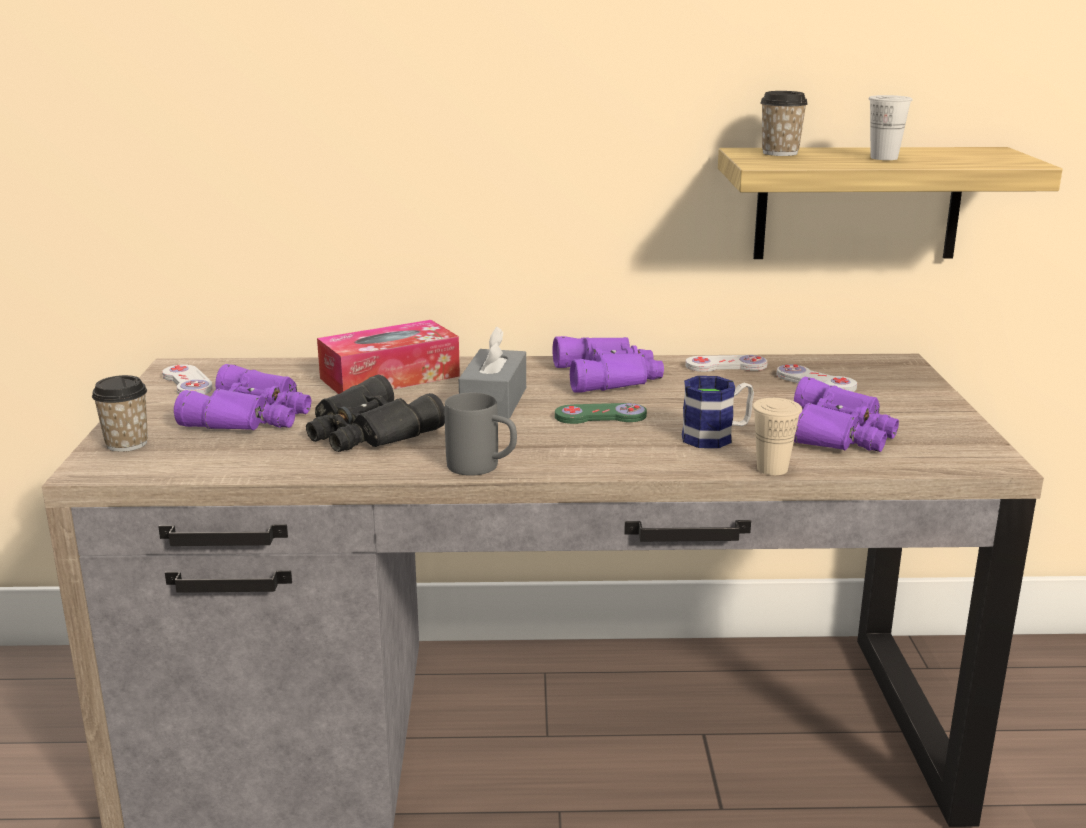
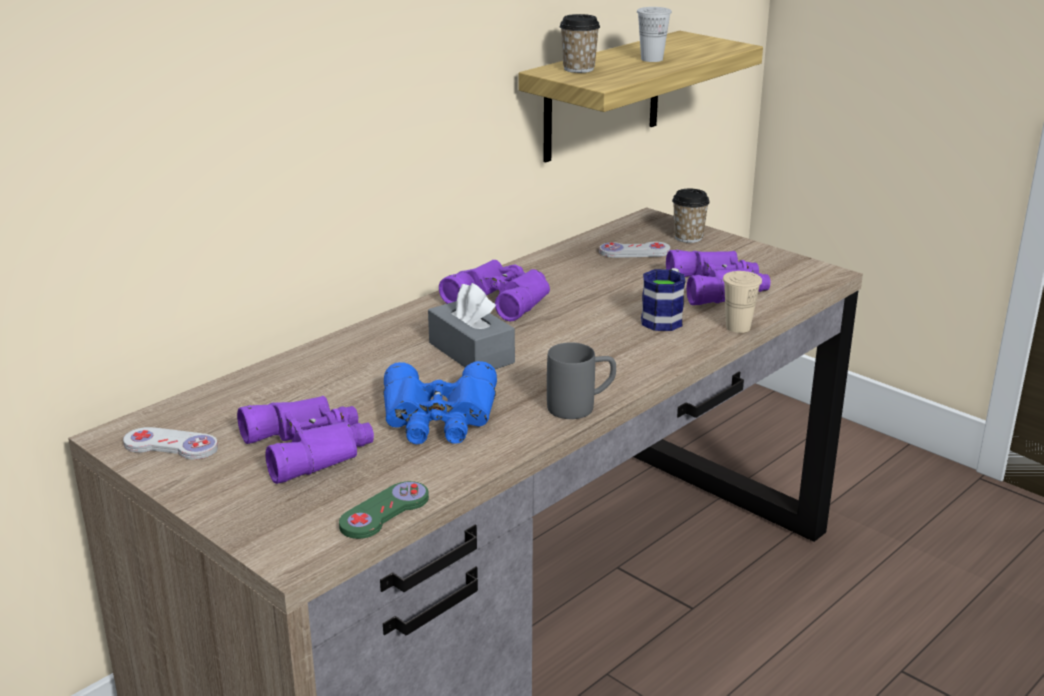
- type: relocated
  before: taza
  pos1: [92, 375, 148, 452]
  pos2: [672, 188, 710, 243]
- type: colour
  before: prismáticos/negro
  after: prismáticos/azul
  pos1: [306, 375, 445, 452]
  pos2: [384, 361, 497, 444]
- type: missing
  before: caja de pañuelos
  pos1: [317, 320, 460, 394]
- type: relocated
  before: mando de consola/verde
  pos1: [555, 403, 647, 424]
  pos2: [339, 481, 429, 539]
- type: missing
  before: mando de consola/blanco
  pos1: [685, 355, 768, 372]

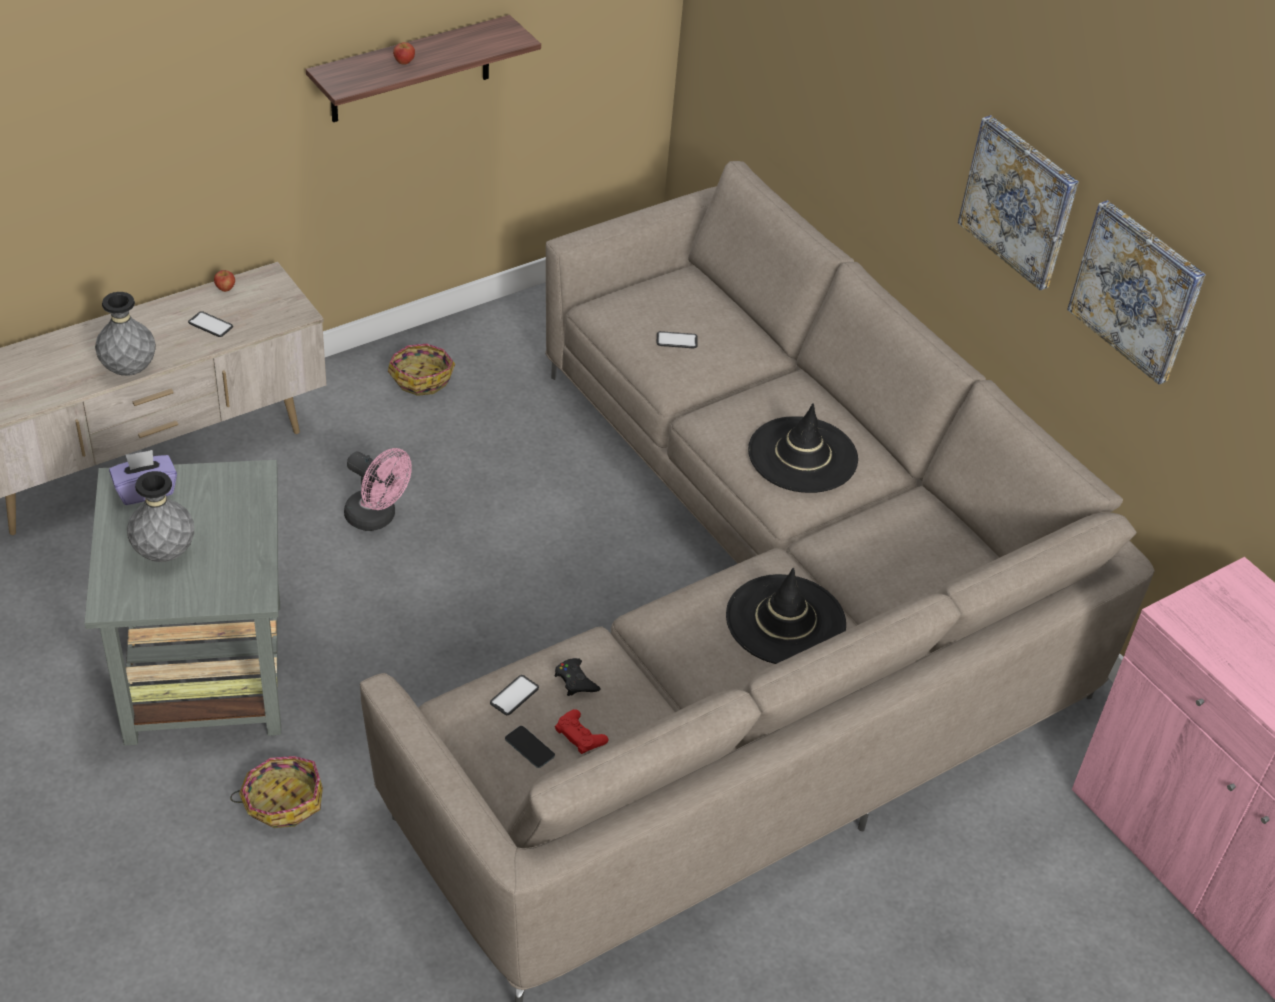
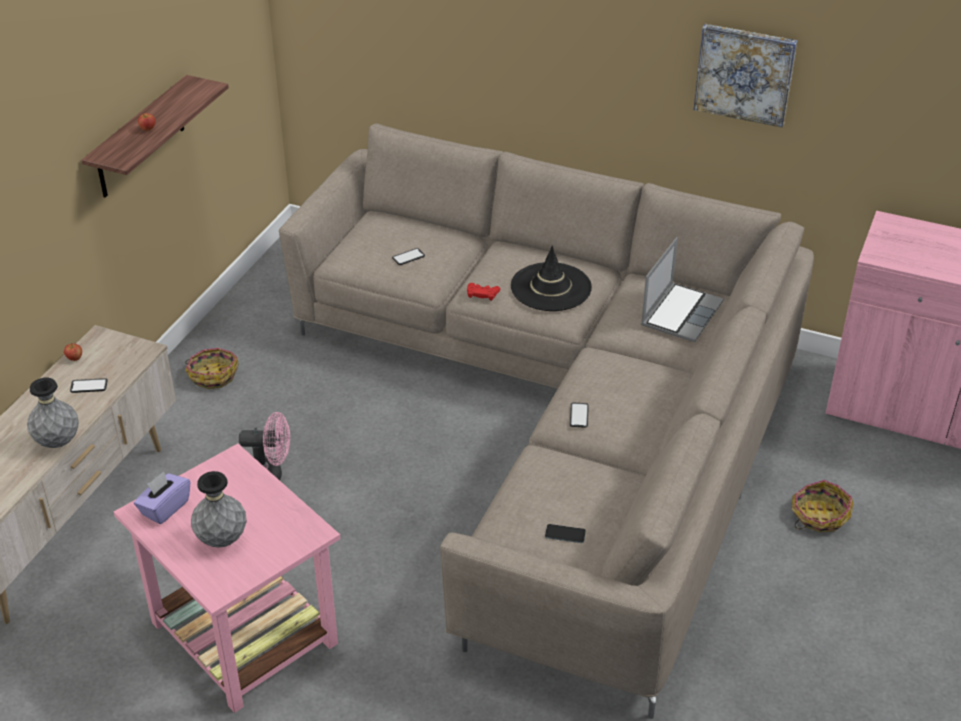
- type: colour
  before: mesa auxiliar/gris
  after: mesa auxiliar/rosa
  pos1: [85, 460, 281, 746]
  pos2: [114, 444, 341, 713]
- type: relocated
  before: cesta
  pos1: [230, 756, 323, 828]
  pos2: [791, 480, 853, 532]
- type: relocated
  before: móvil
  pos1: [490, 675, 539, 715]
  pos2: [570, 403, 589, 428]
- type: missing
  before: mando de consola/negro
  pos1: [555, 658, 601, 696]
- type: relocated
  before: mando de consola/rojo
  pos1: [555, 709, 608, 754]
  pos2: [467, 283, 500, 301]
- type: missing
  before: sombrero/negro
  pos1: [726, 568, 846, 664]
- type: missing
  before: cuadro
  pos1: [958, 115, 1079, 290]
- type: appeared
  after: portátil
  pos2: [641, 237, 724, 342]

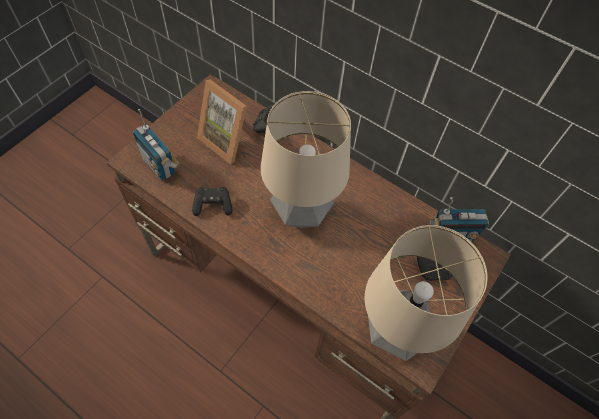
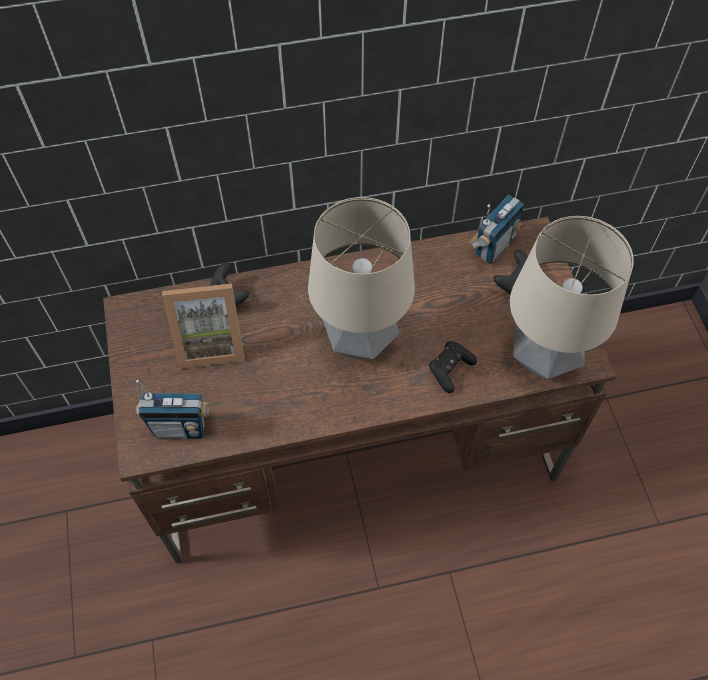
- type: relocated
  before: mando de consola/negro
  pos1: [192, 187, 232, 216]
  pos2: [429, 341, 477, 393]

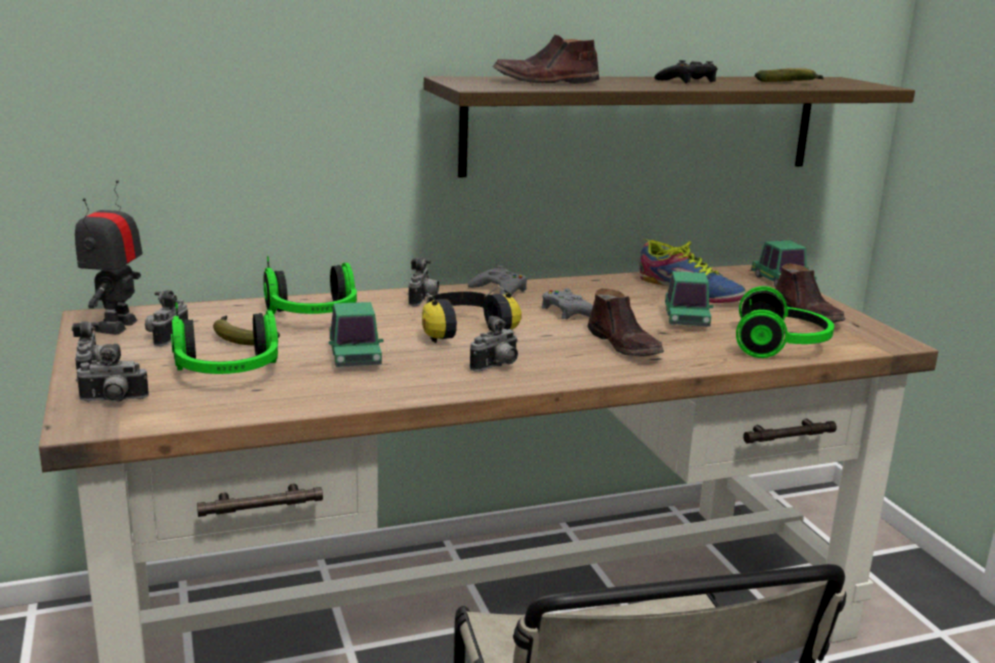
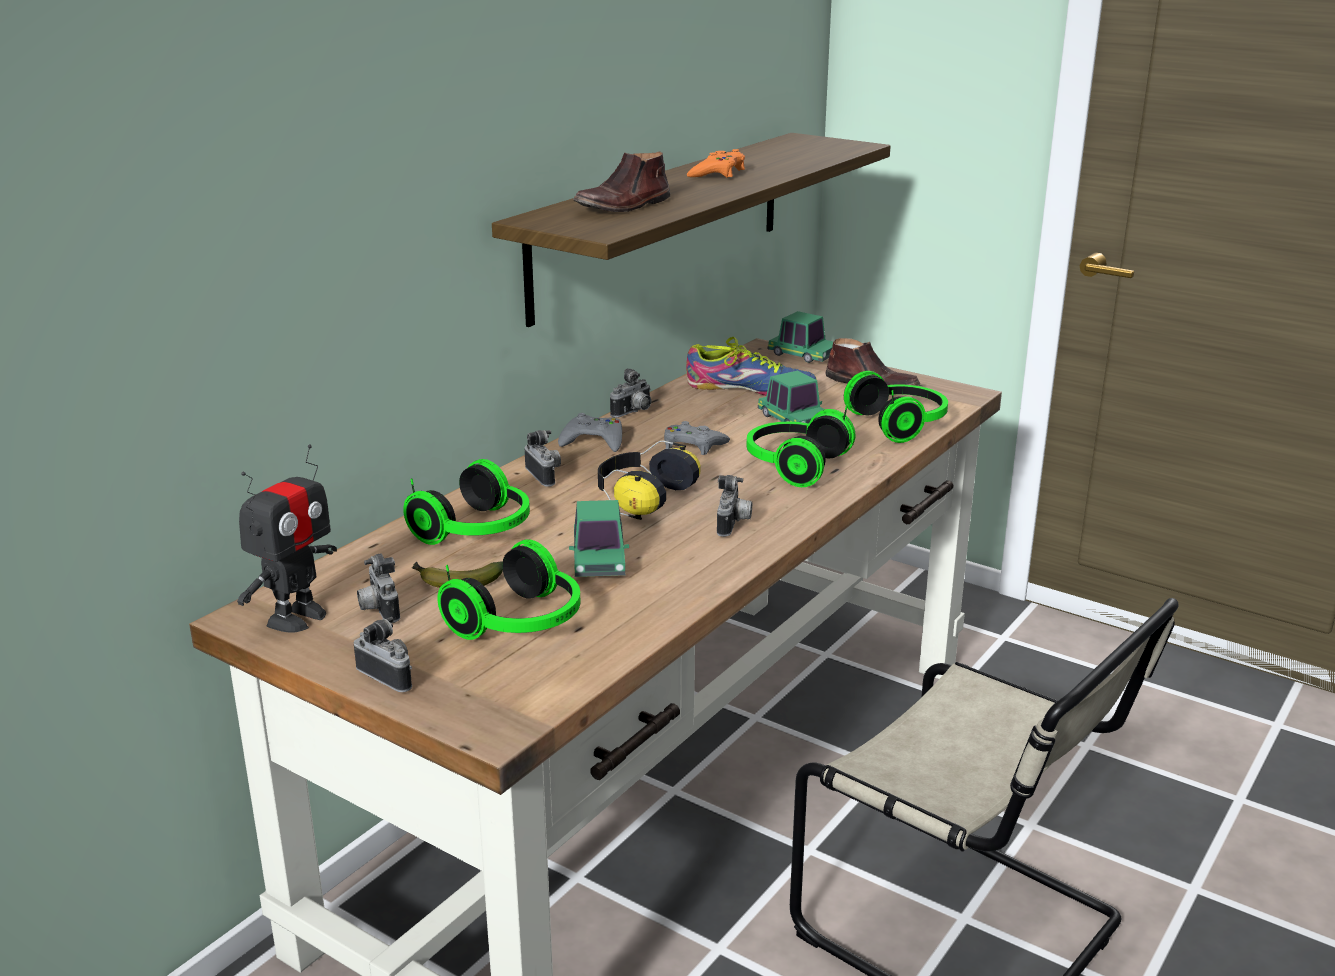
- type: spun
  before: robot de juguete
  pos1: [75, 180, 143, 334]
  pos2: [237, 445, 337, 633]
  turn: -120
- type: relocated
  before: cámara
  pos1: [76, 344, 149, 401]
  pos2: [610, 368, 651, 418]
- type: spun
  before: coche de juguete
  pos1: [329, 302, 383, 367]
  pos2: [569, 500, 629, 577]
  turn: 45
- type: exchanged
  before: zapato/marrón
  after: auriculares
  pos1: [587, 288, 664, 357]
  pos2: [747, 404, 855, 487]
- type: colour
  before: mando de consola/negro
  after: mando de consola/naranja
  pos1: [654, 60, 718, 83]
  pos2: [687, 149, 745, 178]
- type: missing
  before: plátano
  pos1: [755, 68, 824, 82]

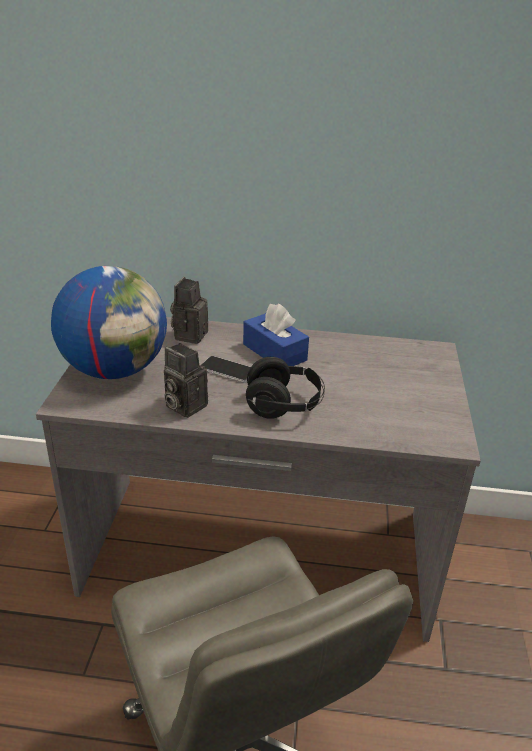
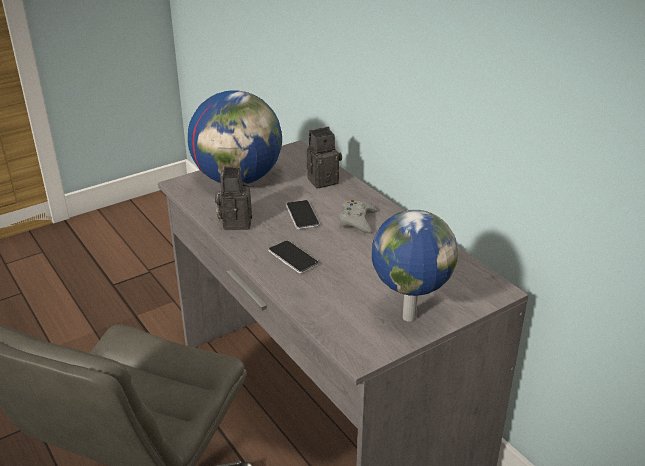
- type: exchanged
  before: caja de pañuelos/azul
  after: mando de consola/gris
  pos1: [243, 304, 309, 366]
  pos2: [339, 200, 377, 234]
- type: exchanged
  before: auriculares/negro
  after: móvil
  pos1: [246, 357, 325, 419]
  pos2: [268, 240, 319, 274]
- type: appeared
  after: globo terráqueo
  pos2: [372, 210, 458, 321]

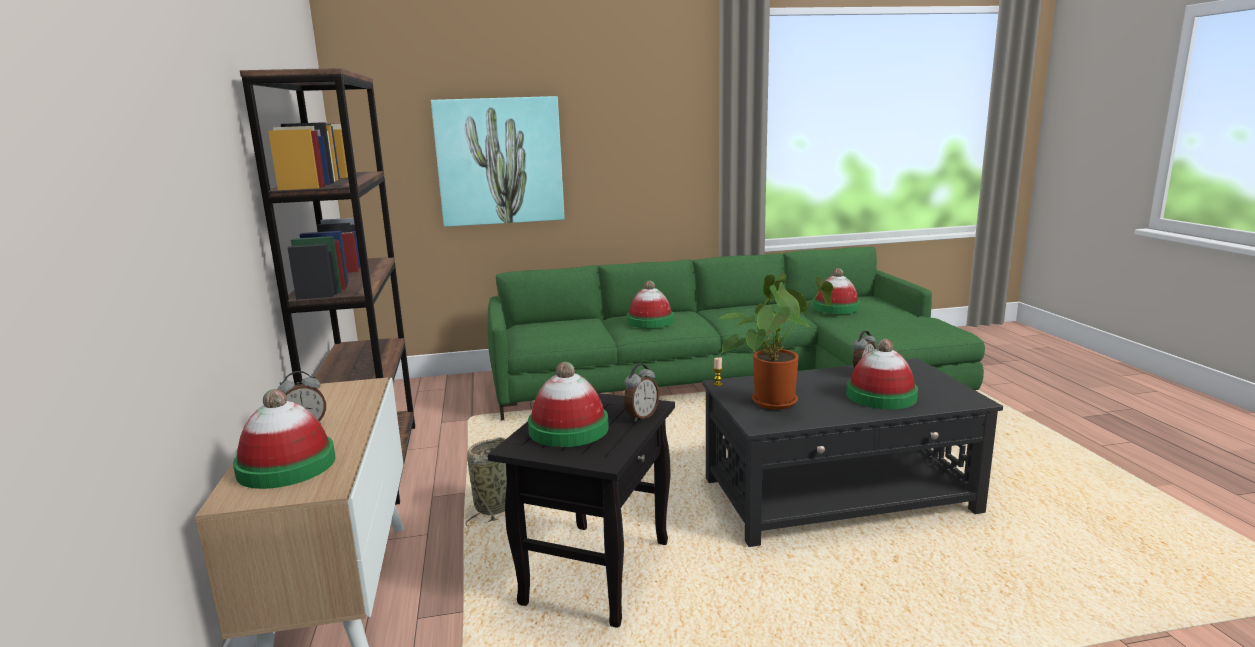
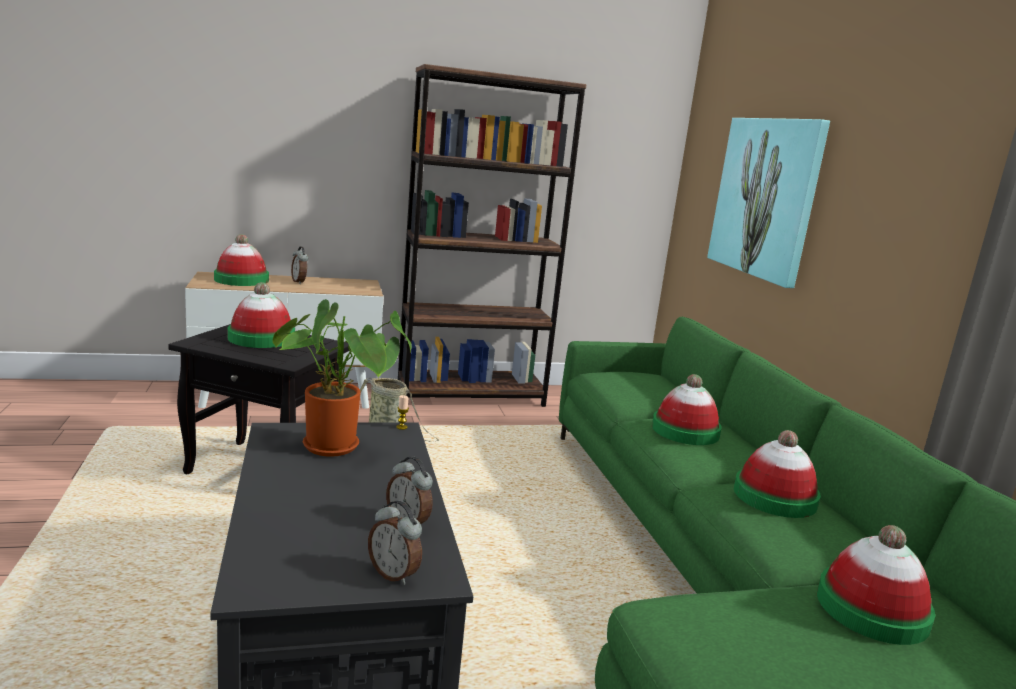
- type: relocated
  before: despertador
  pos1: [624, 364, 659, 422]
  pos2: [368, 500, 422, 585]
- type: relocated
  before: sombrero
  pos1: [846, 339, 918, 409]
  pos2: [734, 430, 821, 518]

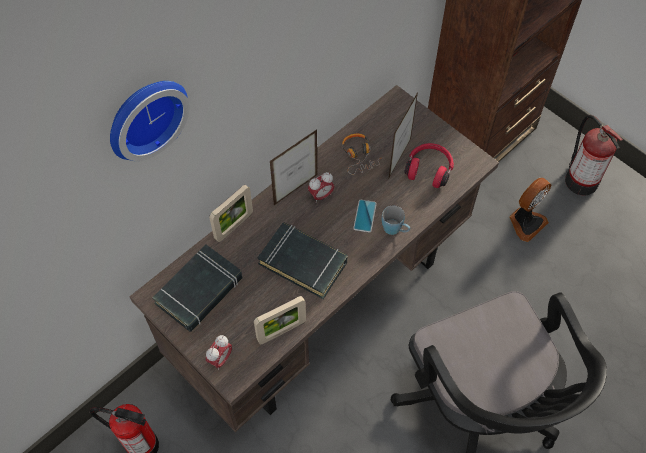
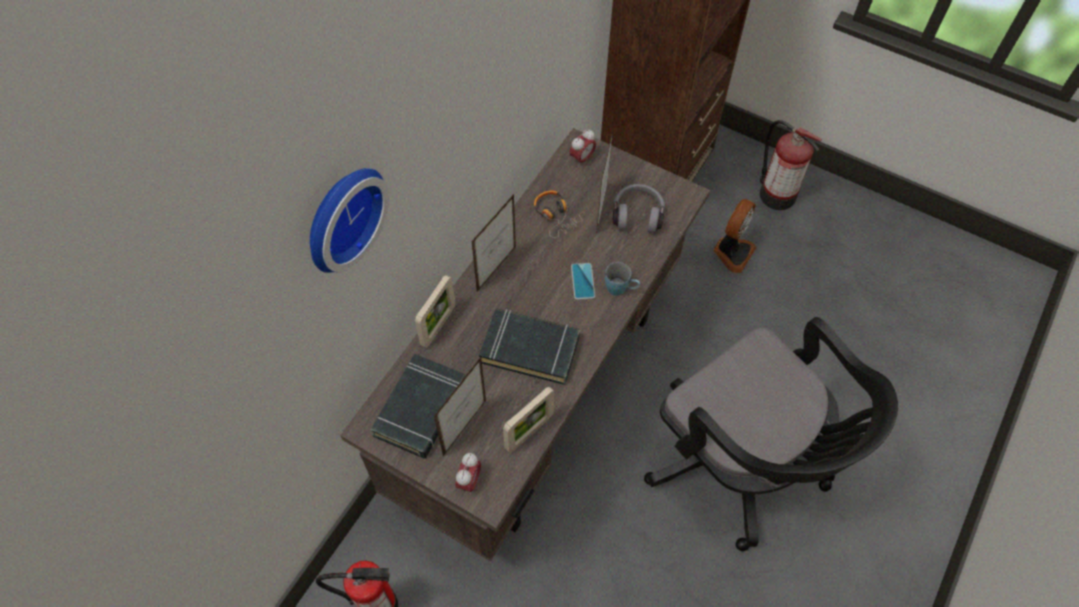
- type: relocated
  before: despertador
  pos1: [308, 172, 335, 203]
  pos2: [570, 129, 596, 165]
- type: colour
  before: auriculares/rojo
  after: auriculares/gris
  pos1: [404, 143, 454, 188]
  pos2: [613, 184, 665, 233]
- type: appeared
  after: portarretratos
  pos2: [434, 357, 486, 456]

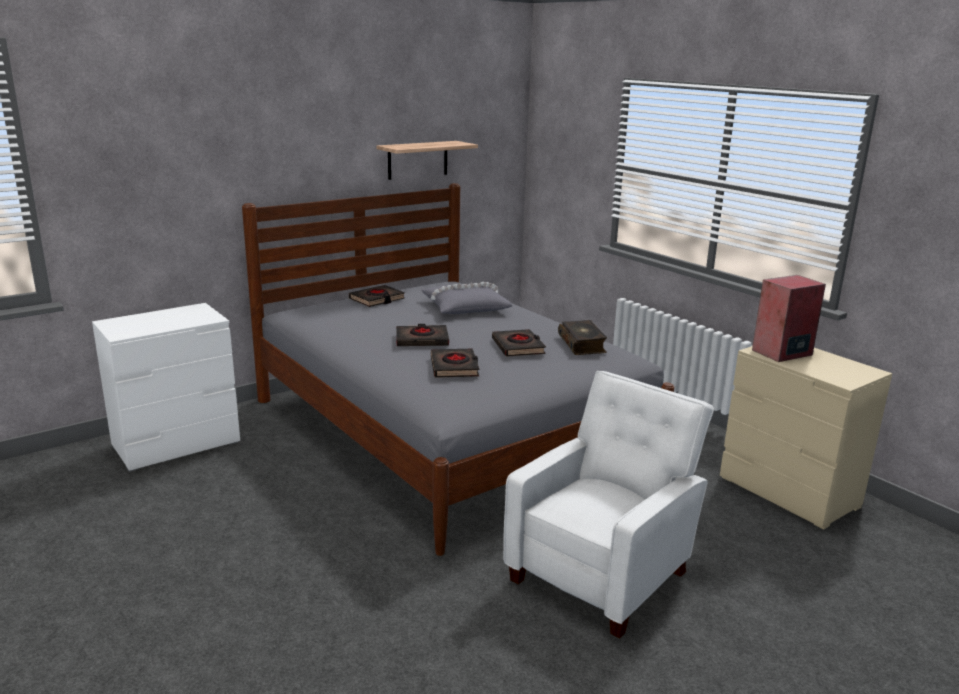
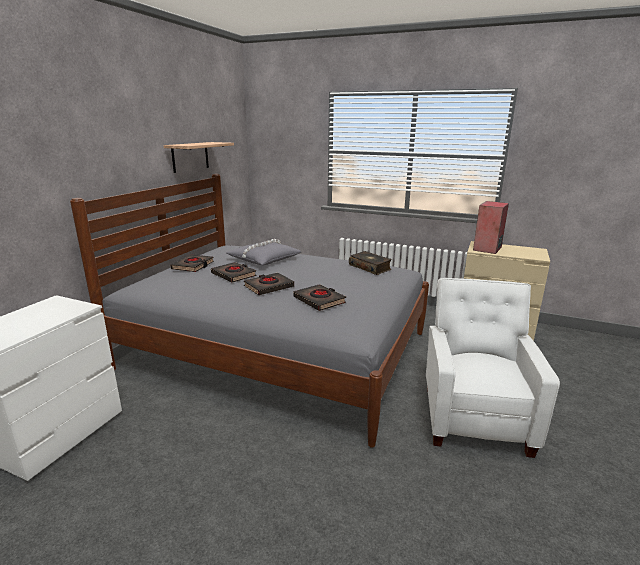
- type: relocated
  before: libro/negro
  pos1: [492, 329, 546, 356]
  pos2: [211, 262, 257, 283]

